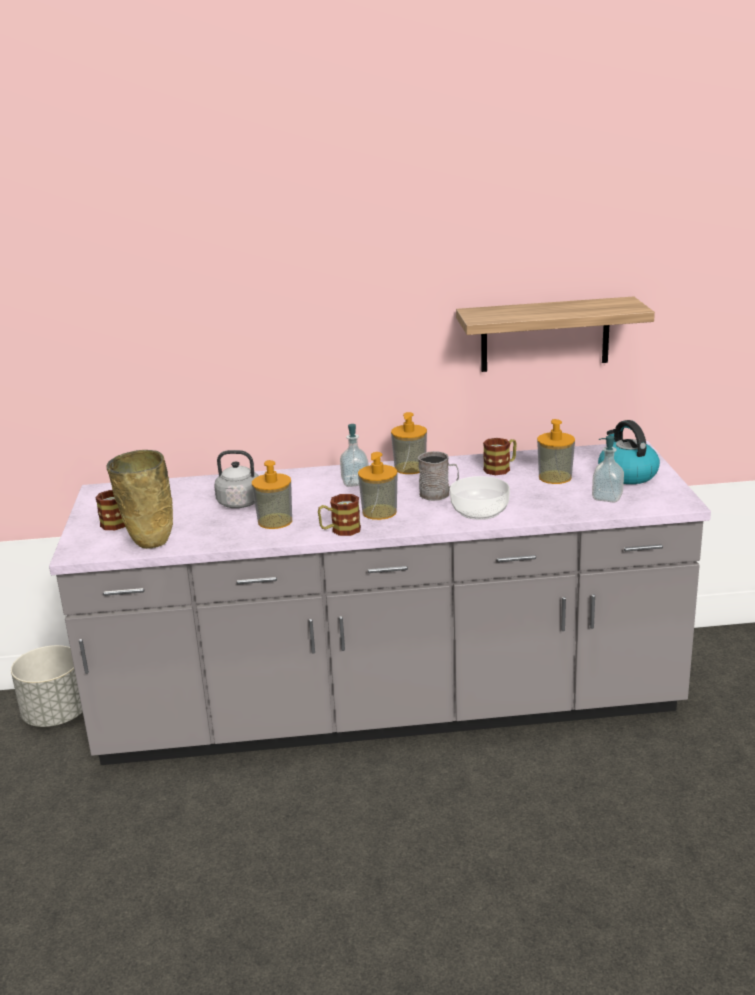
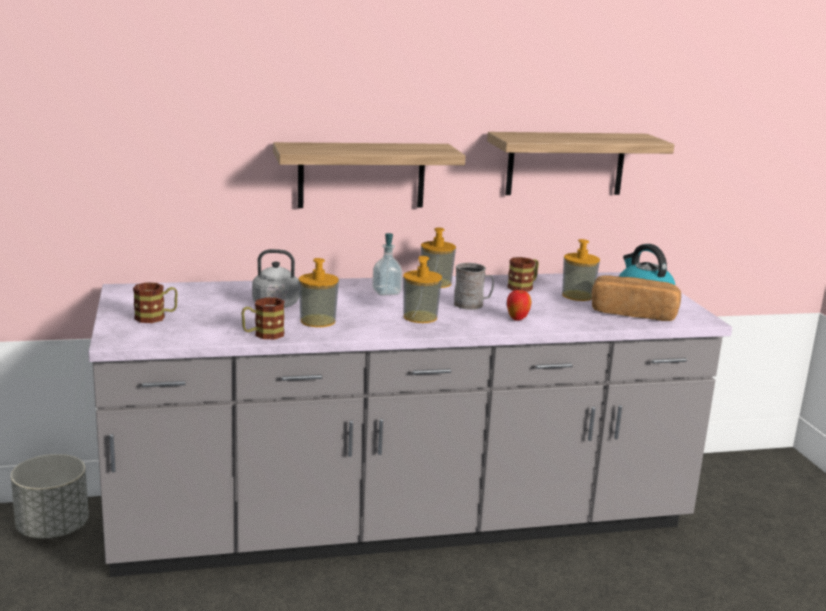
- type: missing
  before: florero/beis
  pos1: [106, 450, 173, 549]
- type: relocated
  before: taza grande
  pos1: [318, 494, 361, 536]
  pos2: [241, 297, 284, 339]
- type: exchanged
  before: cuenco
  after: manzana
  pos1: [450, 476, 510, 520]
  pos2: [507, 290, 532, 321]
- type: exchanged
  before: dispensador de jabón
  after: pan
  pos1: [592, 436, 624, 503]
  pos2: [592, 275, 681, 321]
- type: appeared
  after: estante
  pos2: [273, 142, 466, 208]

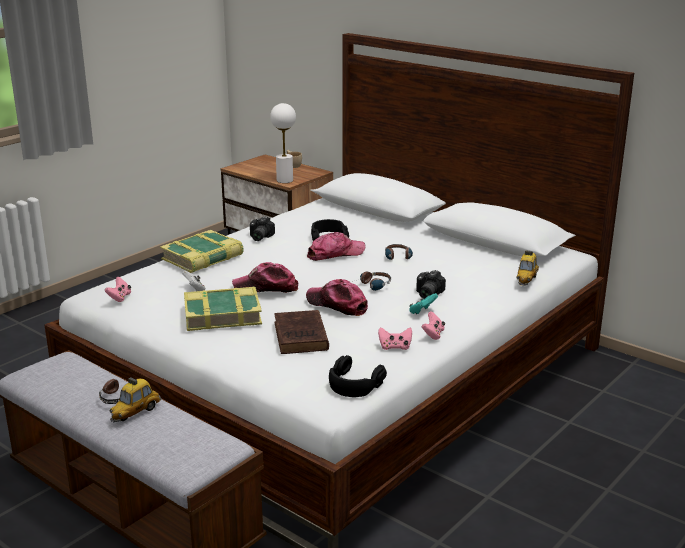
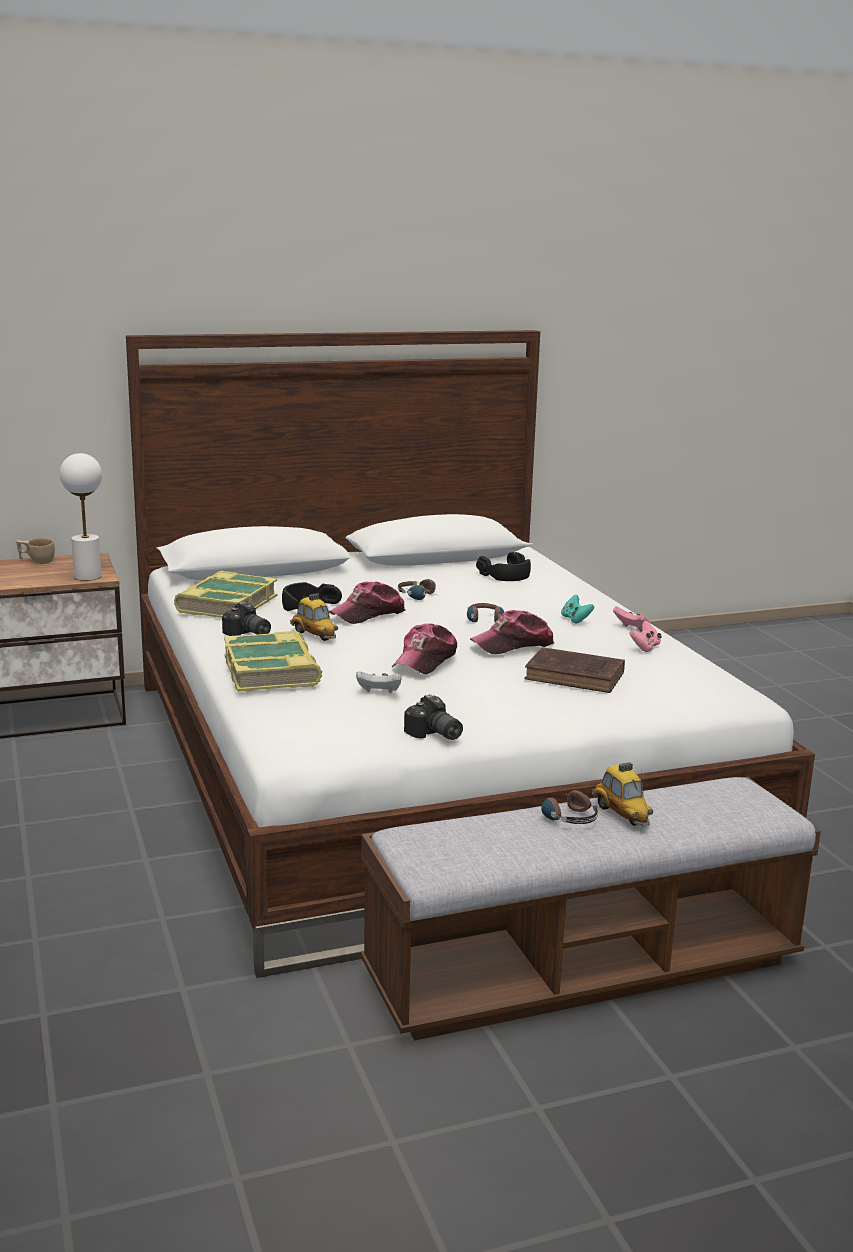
- type: missing
  before: mando de consola/rosa
  pos1: [105, 277, 131, 302]
- type: relocated
  before: libro
  pos1: [184, 287, 262, 331]
  pos2: [174, 570, 278, 618]
- type: spun
  before: gorra
  pos1: [307, 232, 366, 261]
  pos2: [329, 582, 406, 624]
  turn: -135
- type: relocated
  before: auriculares/negro
  pos1: [329, 355, 387, 397]
  pos2: [476, 552, 531, 581]
- type: relocated
  before: cámara
  pos1: [416, 270, 446, 299]
  pos2: [404, 694, 463, 740]
- type: relocated
  before: coche de juguete
  pos1: [516, 250, 539, 286]
  pos2: [290, 593, 338, 641]

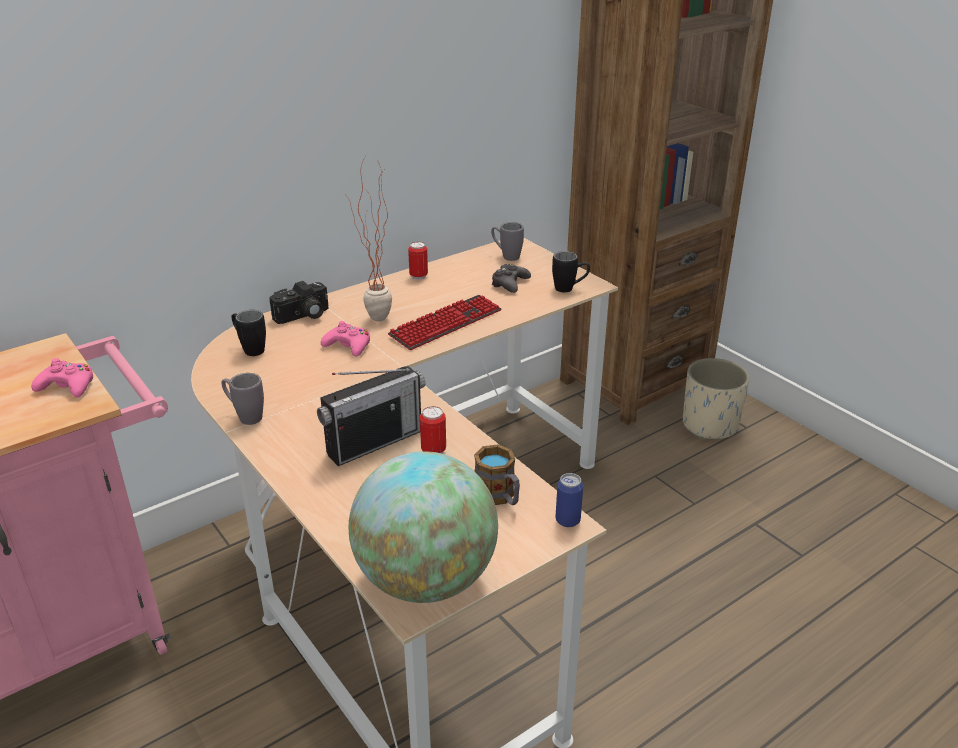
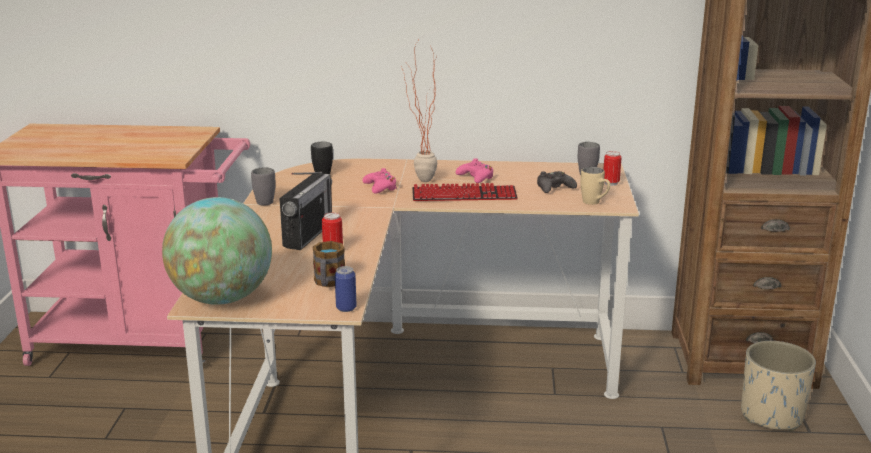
- type: relocated
  before: mando de consola/rosa
  pos1: [31, 358, 93, 397]
  pos2: [456, 158, 493, 183]
- type: missing
  before: cámara
  pos1: [269, 281, 329, 324]
- type: spun
  before: radio
  pos1: [317, 366, 425, 466]
  pos2: [280, 172, 332, 250]
  turn: -75
- type: relocated
  before: lata
  pos1: [408, 241, 428, 280]
  pos2: [603, 151, 622, 186]
- type: colour
  before: taza grande/negro
  after: taza grande/beis
  pos1: [552, 251, 590, 292]
  pos2: [580, 167, 610, 205]

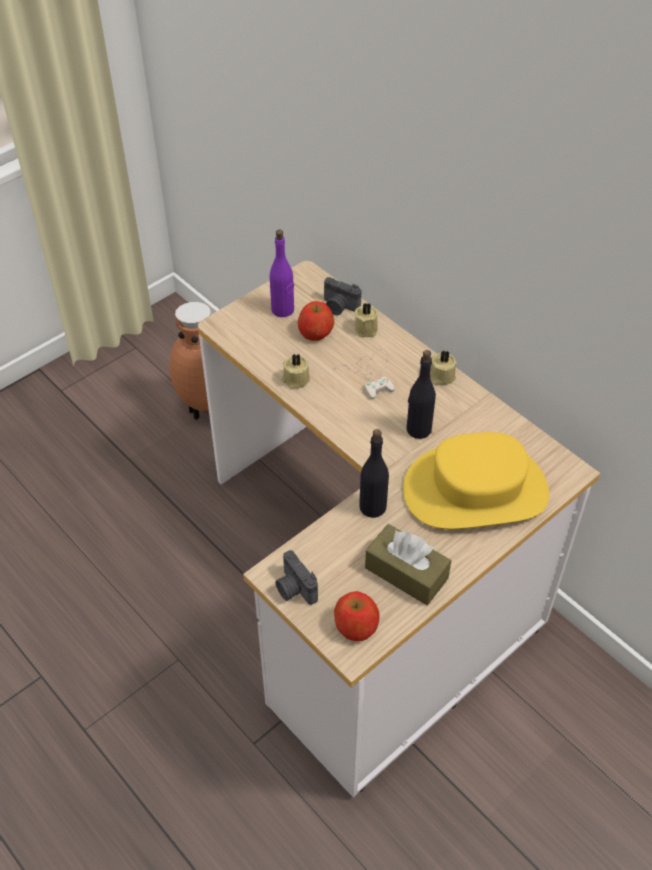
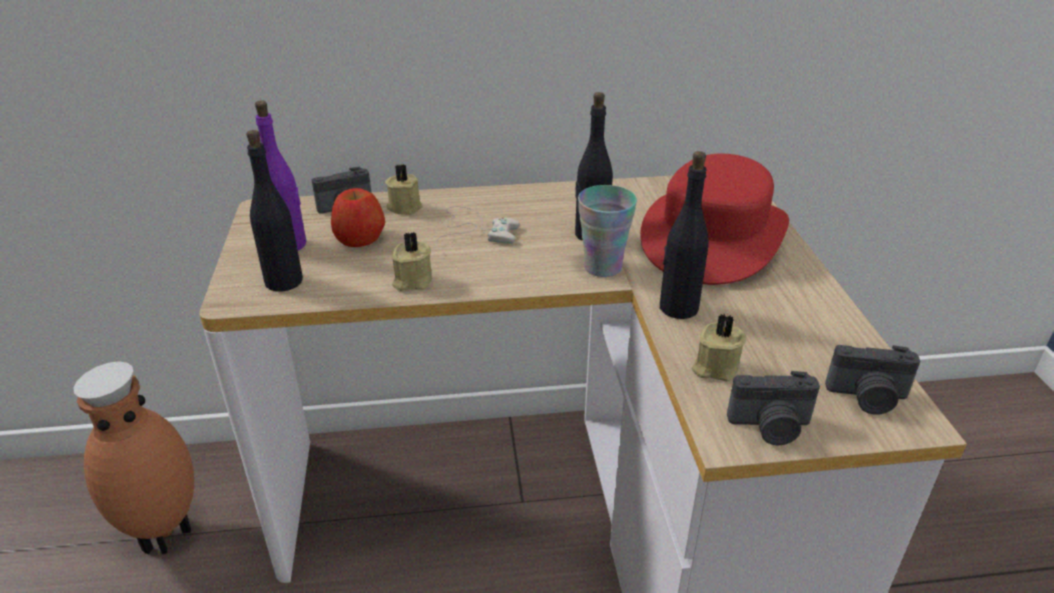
- type: exchanged
  before: manzana
  after: cámara
  pos1: [334, 591, 380, 641]
  pos2: [825, 345, 920, 415]
- type: missing
  before: caja de pañuelos/marrón
  pos1: [365, 524, 451, 605]
- type: colour
  before: sombrero/amarillo
  after: sombrero/rojo
  pos1: [403, 432, 549, 529]
  pos2: [640, 154, 789, 285]
- type: relocated
  before: vela/beis
  pos1: [430, 350, 457, 385]
  pos2: [692, 314, 746, 381]
- type: appeared
  after: botella/negro
  pos2: [246, 130, 303, 292]
- type: appeared
  after: taza
  pos2: [578, 185, 637, 277]

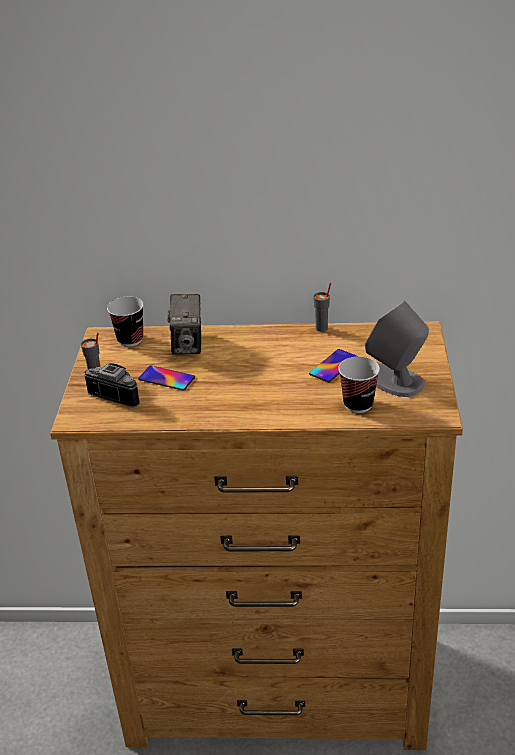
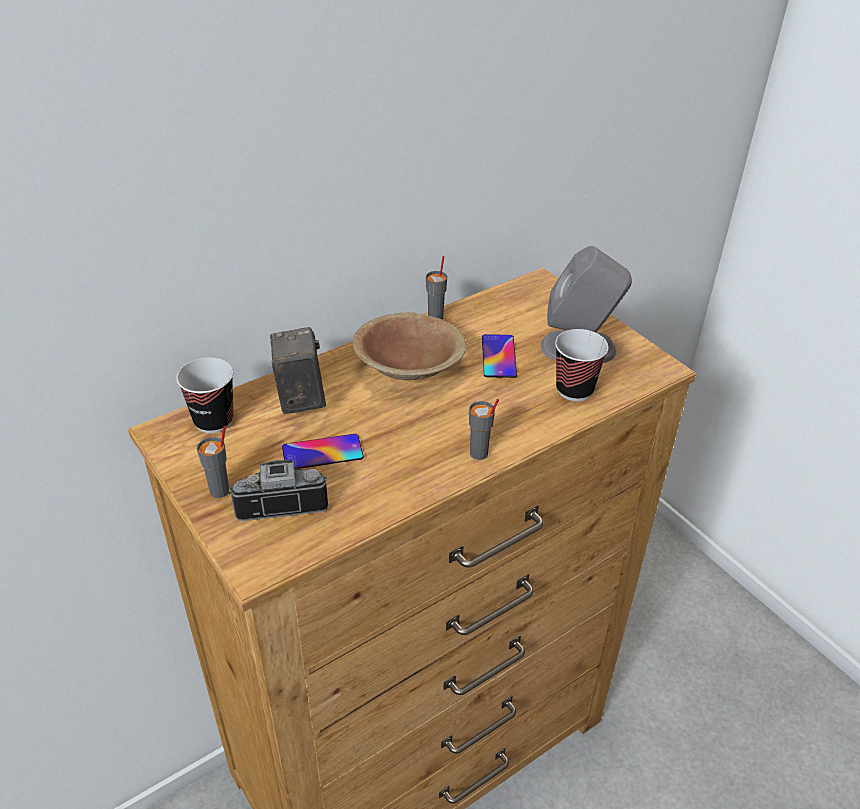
- type: spun
  before: cámara
  pos1: [167, 294, 201, 355]
  pos2: [270, 327, 326, 414]
  turn: -150
- type: appeared
  after: cuenco/marrón
  pos2: [352, 312, 466, 381]
- type: appeared
  after: taza/gris
  pos2: [469, 399, 499, 460]

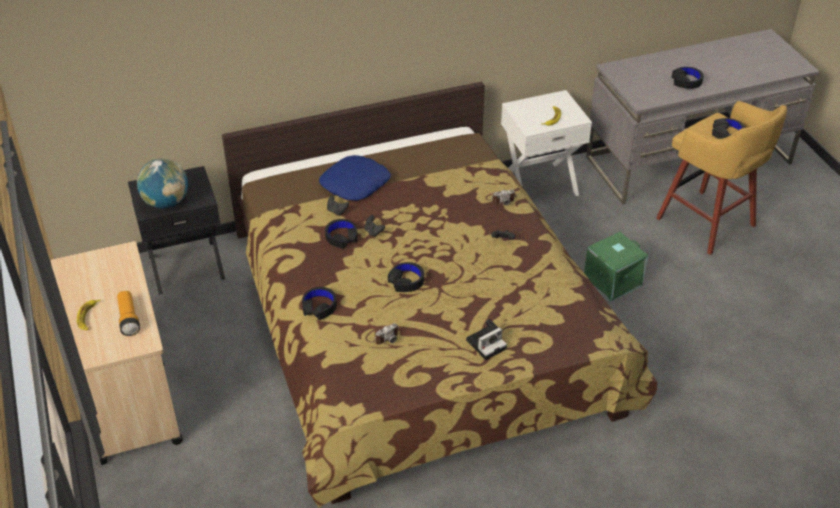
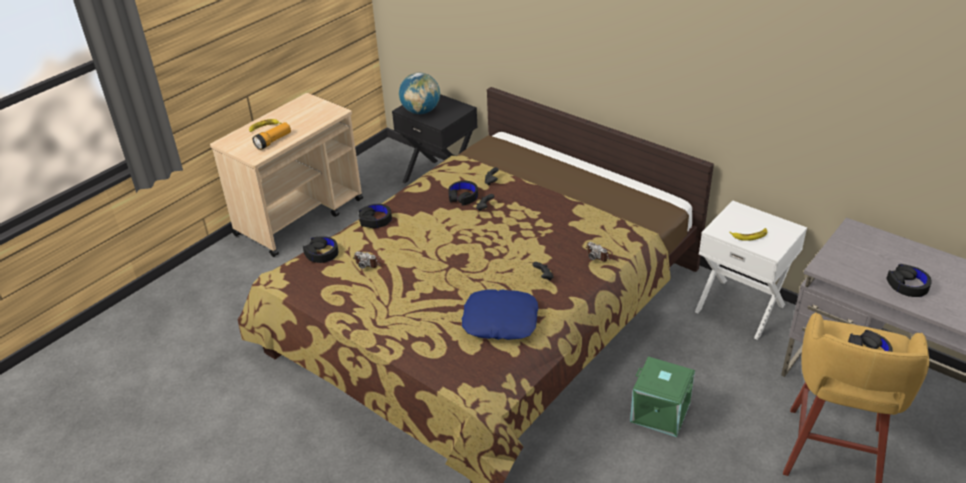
- type: relocated
  before: cojín/azul
  pos1: [319, 155, 391, 201]
  pos2: [462, 289, 538, 340]
- type: relocated
  before: auriculares/negro
  pos1: [388, 262, 424, 292]
  pos2: [303, 236, 338, 263]
- type: missing
  before: cámara
  pos1: [466, 319, 507, 360]

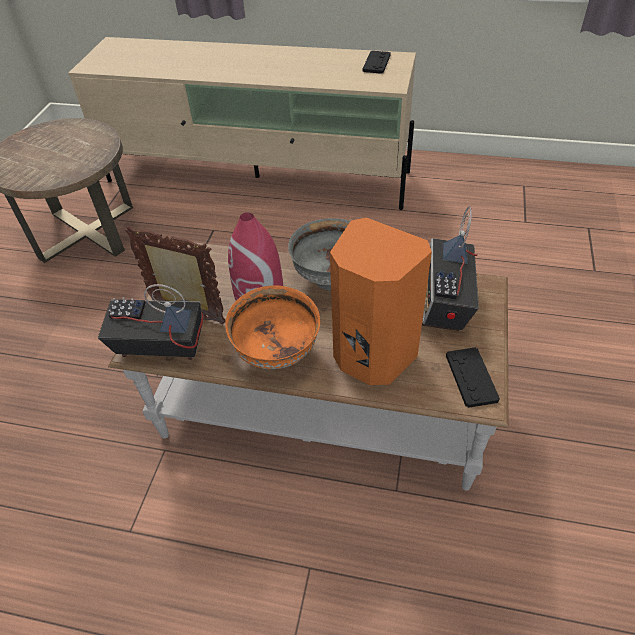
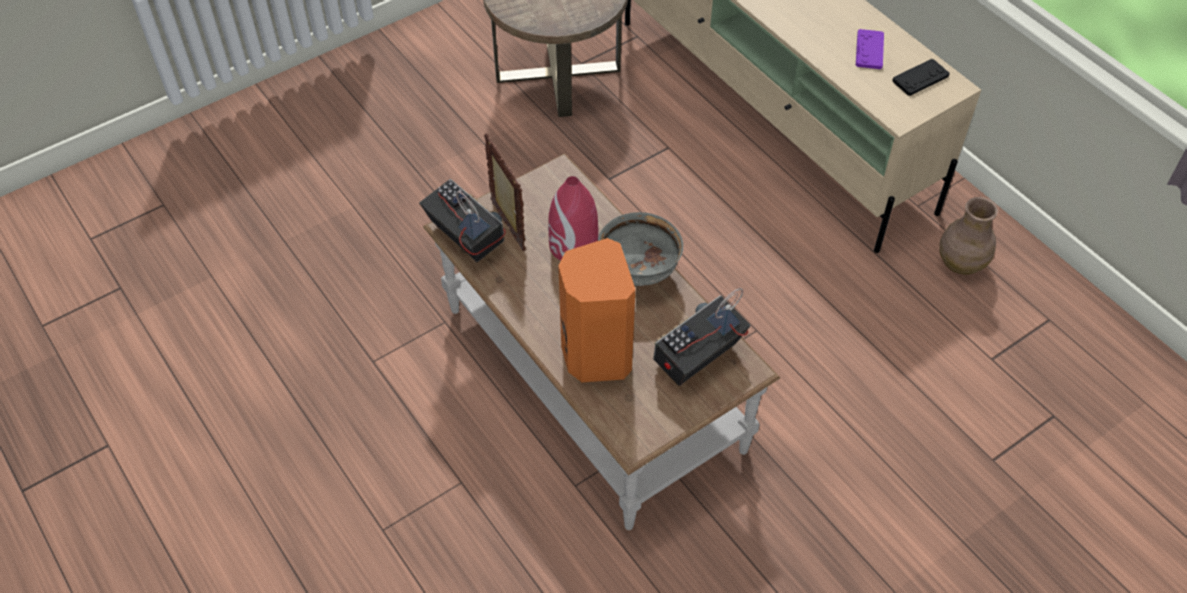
- type: missing
  before: cuenco/naranja
  pos1: [225, 286, 320, 369]
- type: missing
  before: mando de consola/negro
  pos1: [446, 347, 500, 408]
- type: appeared
  after: mando de consola/morado
  pos2: [856, 29, 884, 69]
- type: appeared
  after: florero/marrón
  pos2: [940, 197, 998, 275]

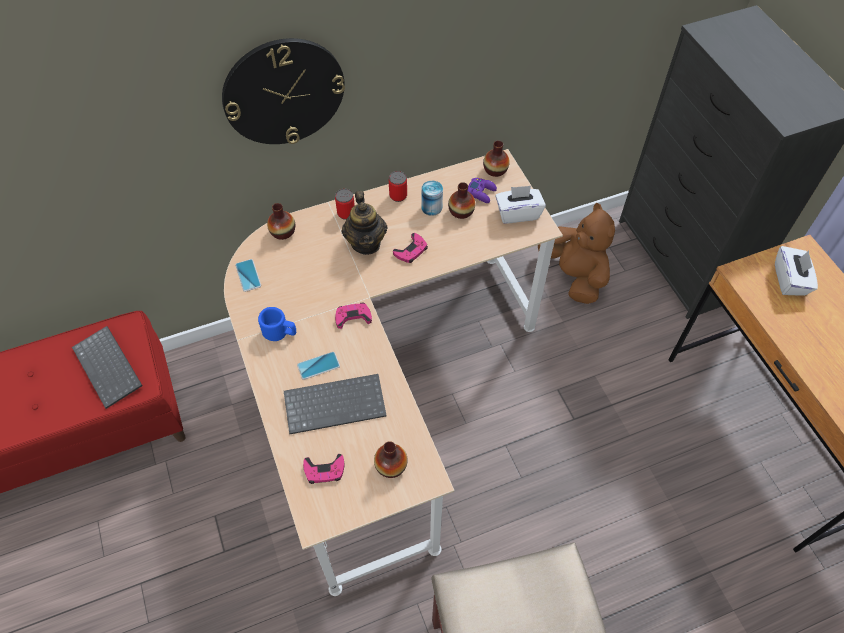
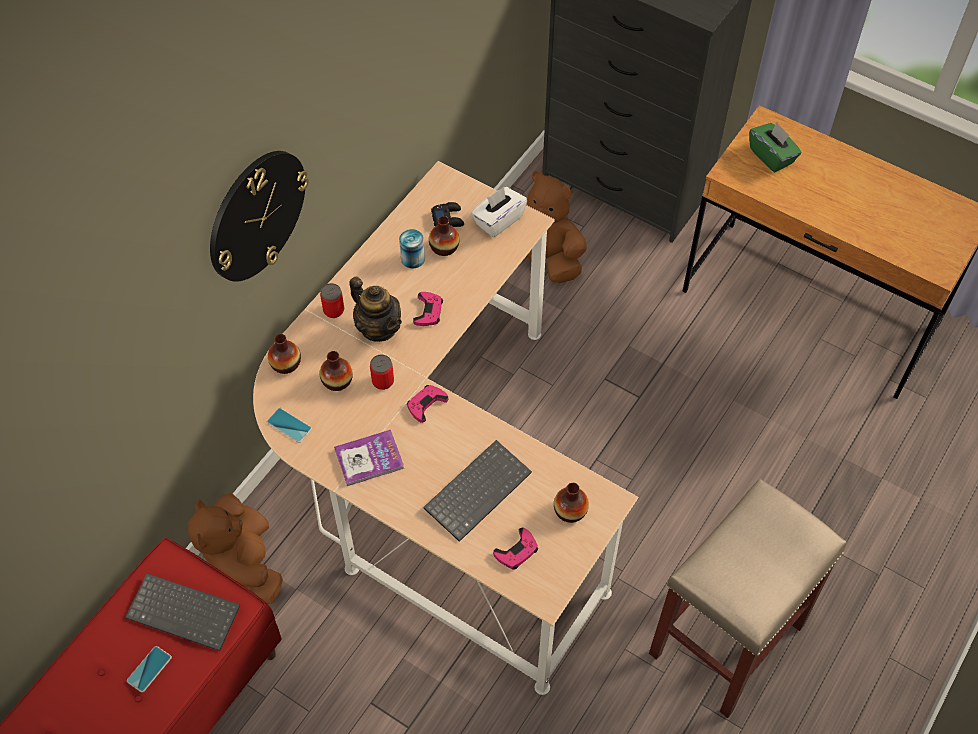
- type: exchanged
  before: taza grande/azul
  after: libro
  pos1: [258, 307, 296, 341]
  pos2: [334, 430, 404, 486]
- type: relocated
  before: móvil
  pos1: [297, 352, 340, 380]
  pos2: [127, 646, 172, 692]
- type: relocated
  before: lata
  pos1: [389, 171, 407, 202]
  pos2: [370, 355, 394, 390]
- type: colour
  before: mando de consola/morado
  after: mando de consola/negro
  pos1: [468, 178, 497, 203]
  pos2: [431, 202, 464, 227]
- type: relocated
  before: florero
  pos1: [483, 141, 510, 177]
  pos2: [320, 351, 353, 391]
- type: colour
  before: caja de pañuelos/blanco
  after: caja de pañuelos/verde
  pos1: [775, 246, 818, 296]
  pos2: [749, 122, 802, 172]
- type: appeared
  after: peluche/marrón
  pos2: [188, 493, 283, 604]

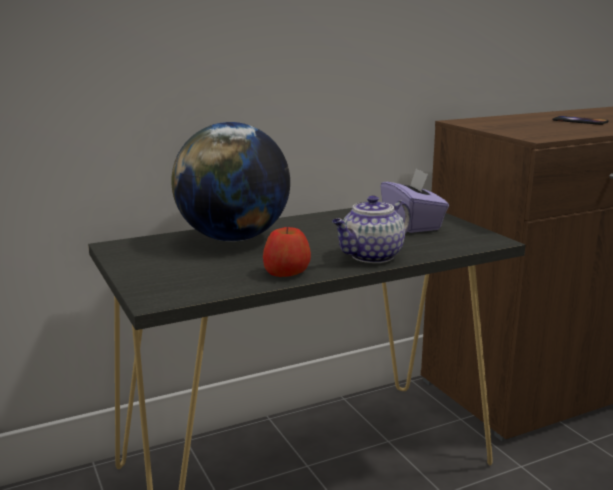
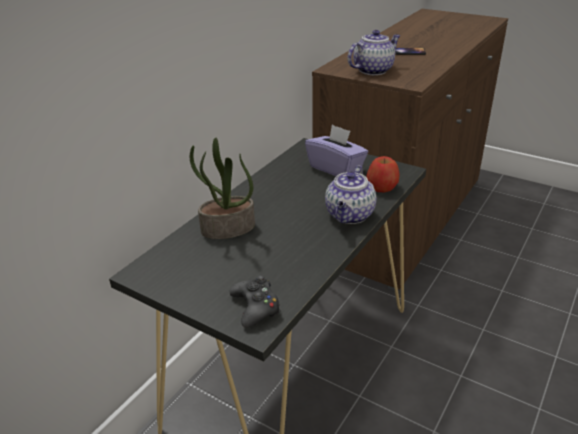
- type: exchanged
  before: globo terráqueo
  after: planta en maceta
  pos1: [171, 122, 290, 242]
  pos2: [190, 137, 255, 239]
- type: relocated
  before: manzana
  pos1: [263, 227, 311, 277]
  pos2: [366, 156, 399, 192]
- type: appeared
  after: mando de consola/negro
  pos2: [229, 275, 281, 328]
- type: appeared
  after: tetera
  pos2: [348, 30, 401, 75]

